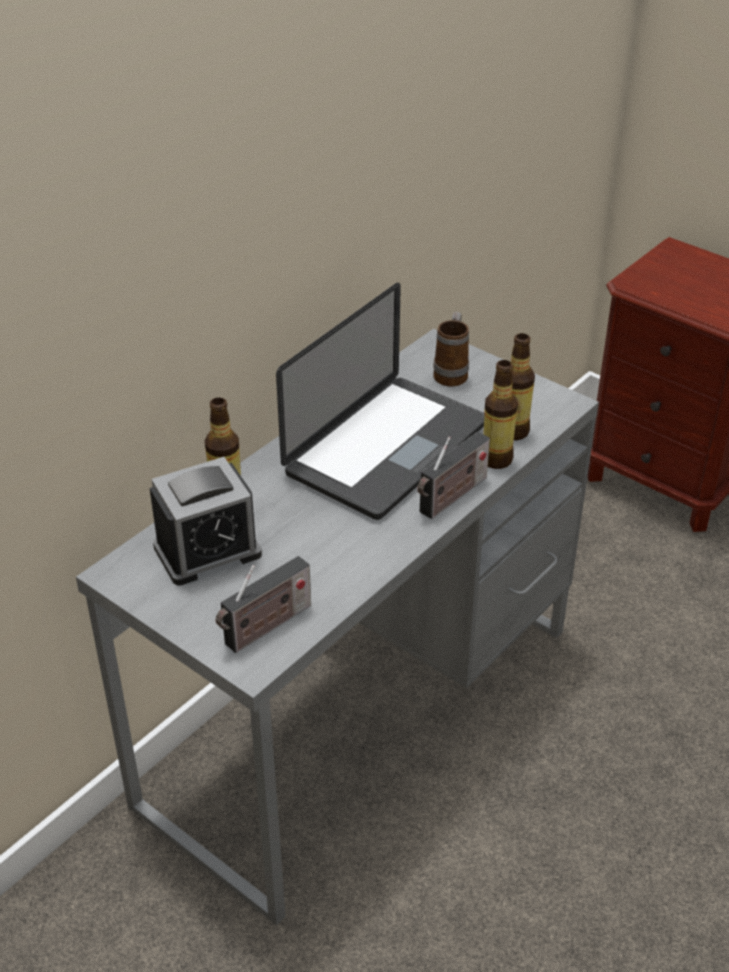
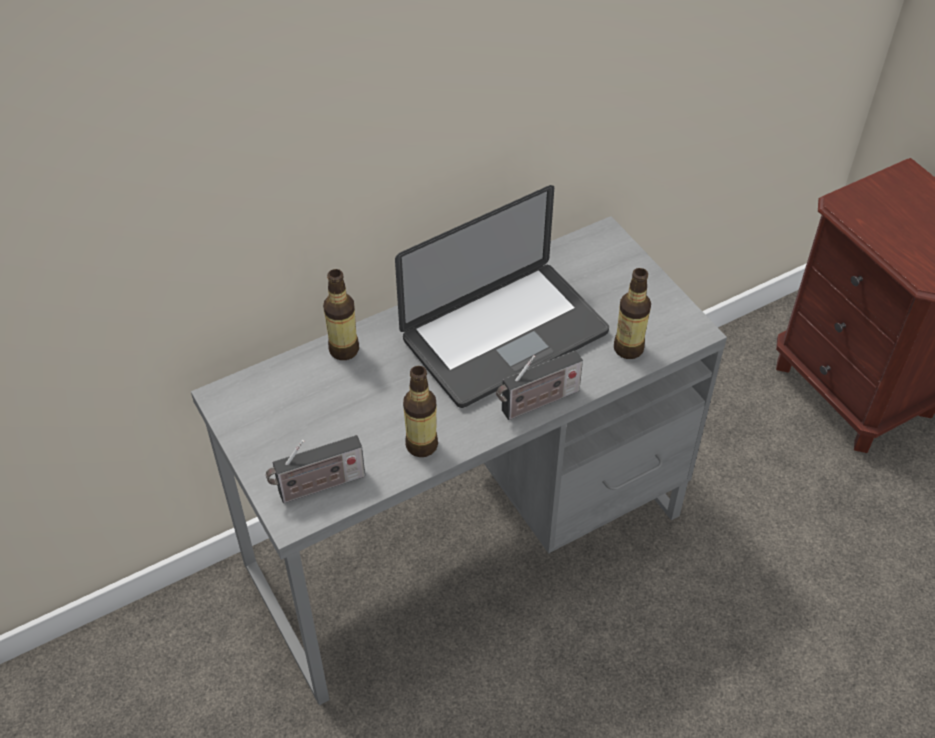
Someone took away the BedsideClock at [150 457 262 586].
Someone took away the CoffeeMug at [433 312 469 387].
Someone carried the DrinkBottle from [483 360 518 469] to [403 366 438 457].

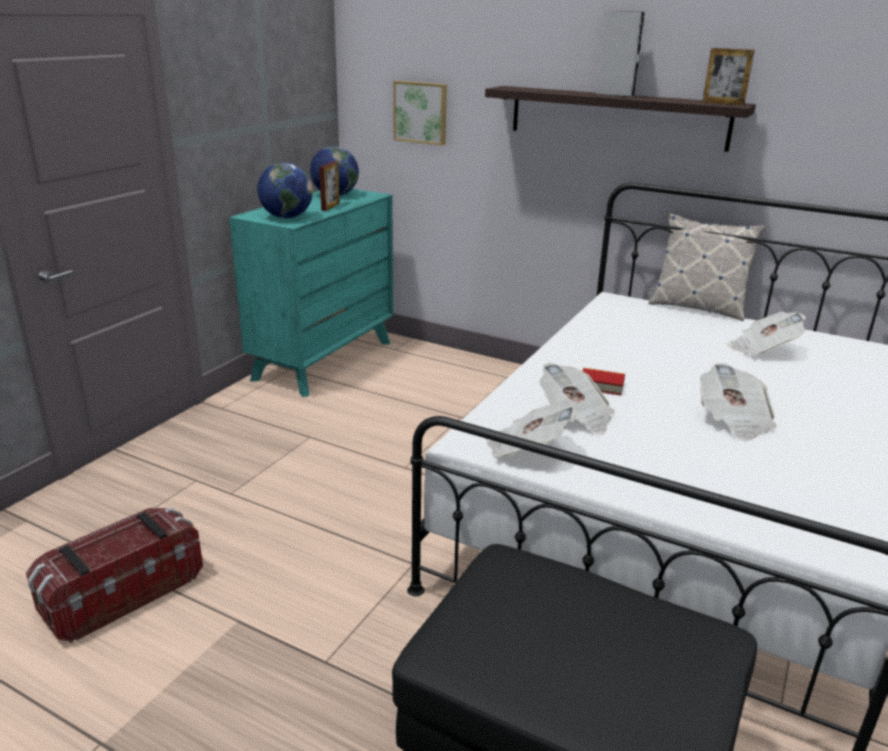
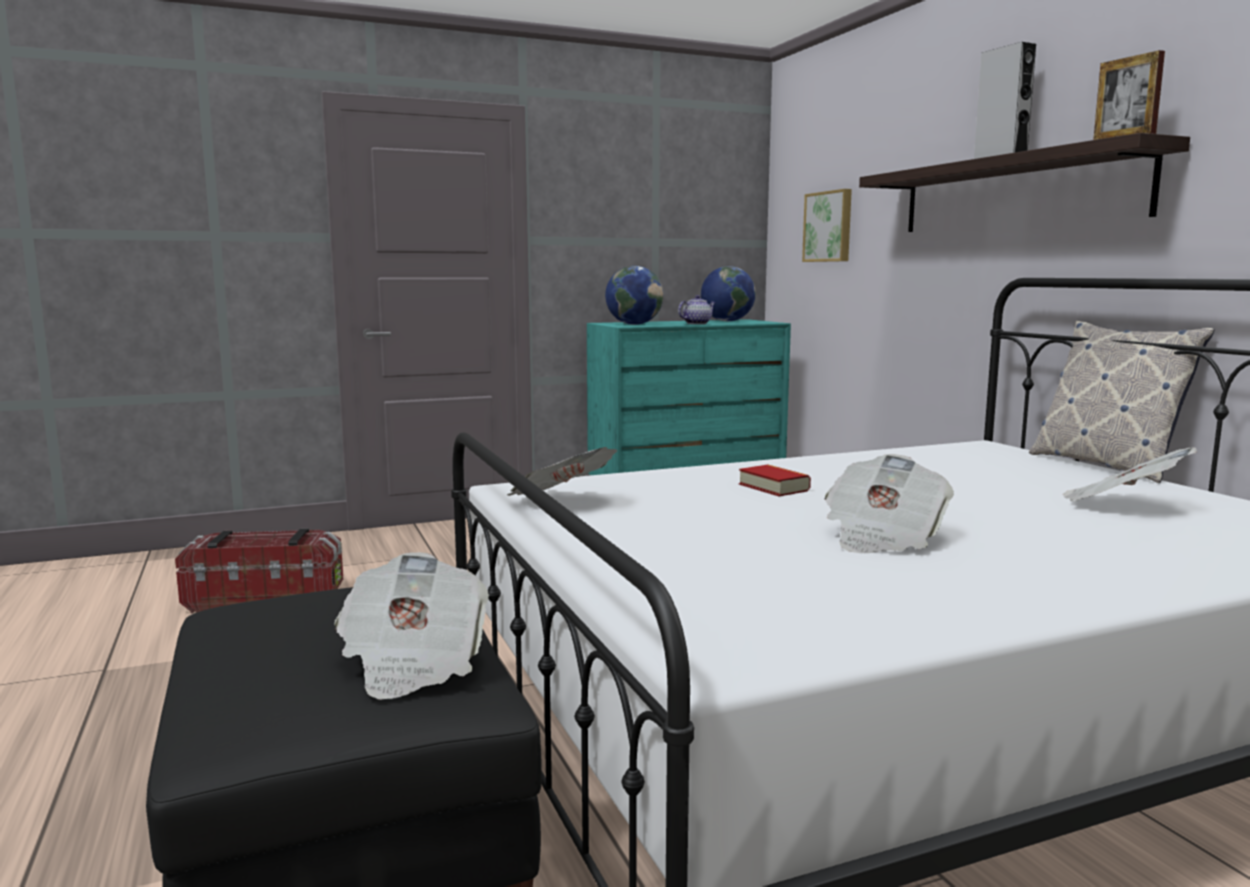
Someone carried the Newspaper from [539 363 614 435] to [334 552 489 700].
Someone swapped the PictureFrame at [319 161 340 211] for the Teapot at [678 295 716 324].

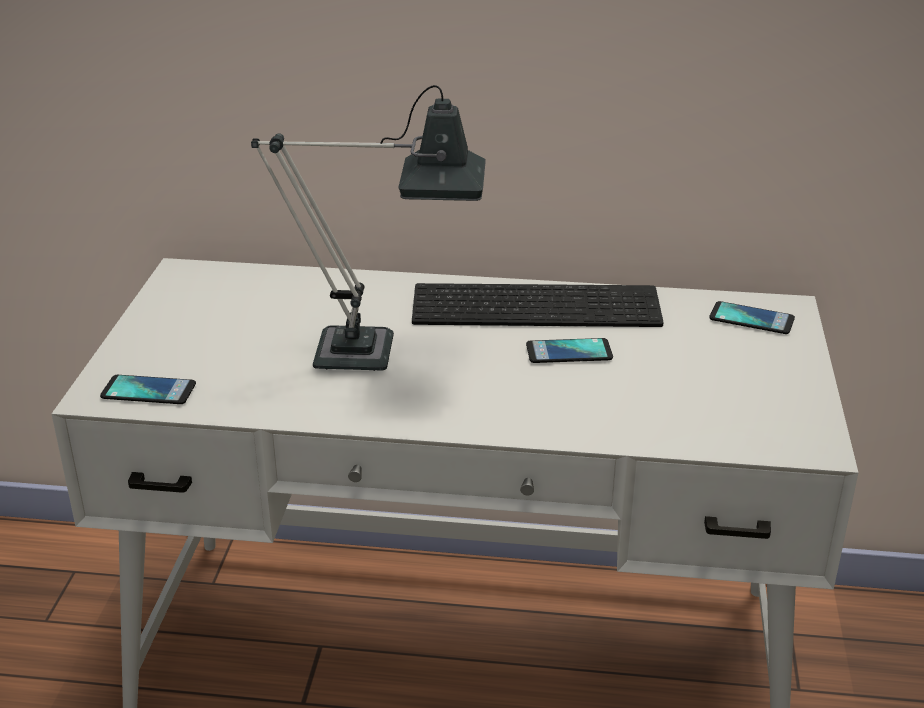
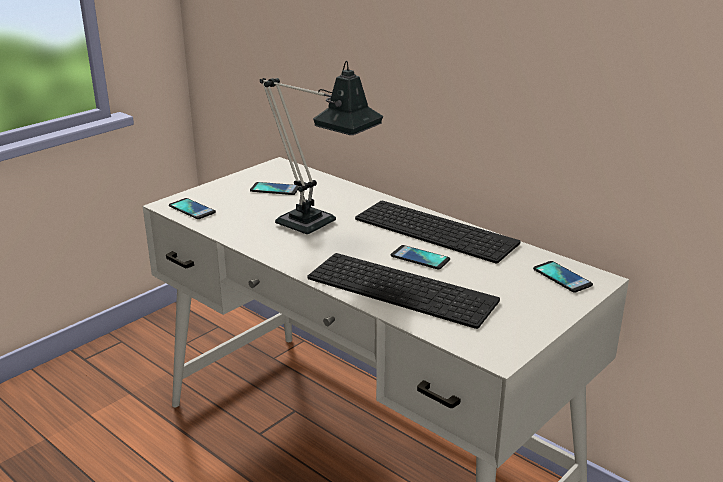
Someone put down the Handset at [250 182 298 195].
Someone put down the ComputerKeyboard at [308 253 500 329].

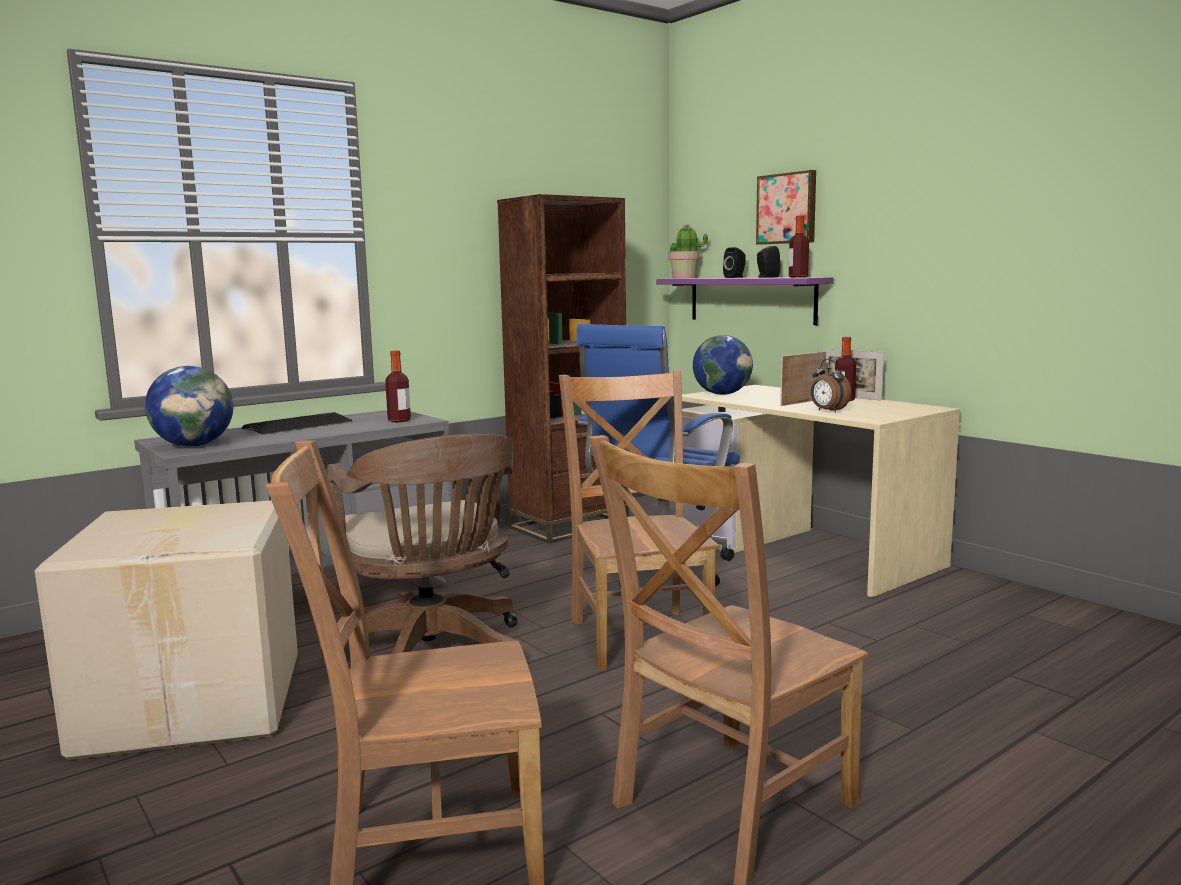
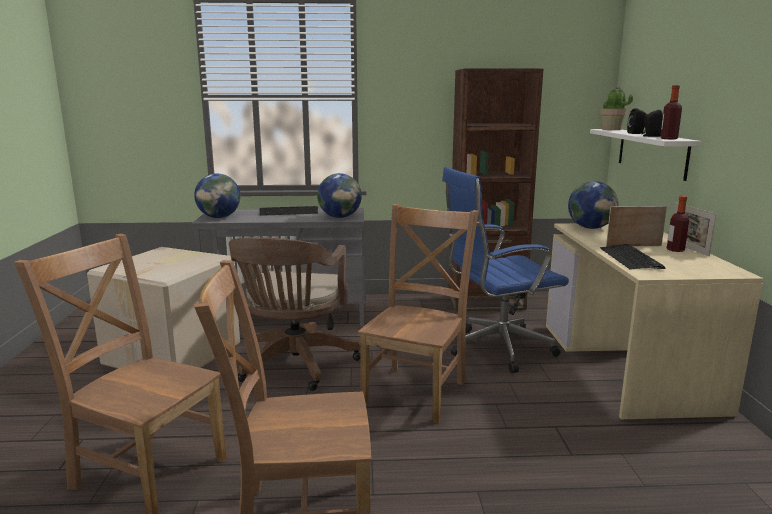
Someone took away the Picture at [756 170 816 245].
Someone swapped the DrinkBottle at [385 351 411 422] for the WorldGlobe at [317 173 362 218].
Someone swapped the BedsideClock at [811 359 851 413] for the ComputerKeyboard at [600 244 665 270].
Someone repainted the PurplishBracketShelf at [656 277 833 325], which became the WhiteColouredBracketShelf at [590 129 701 181].

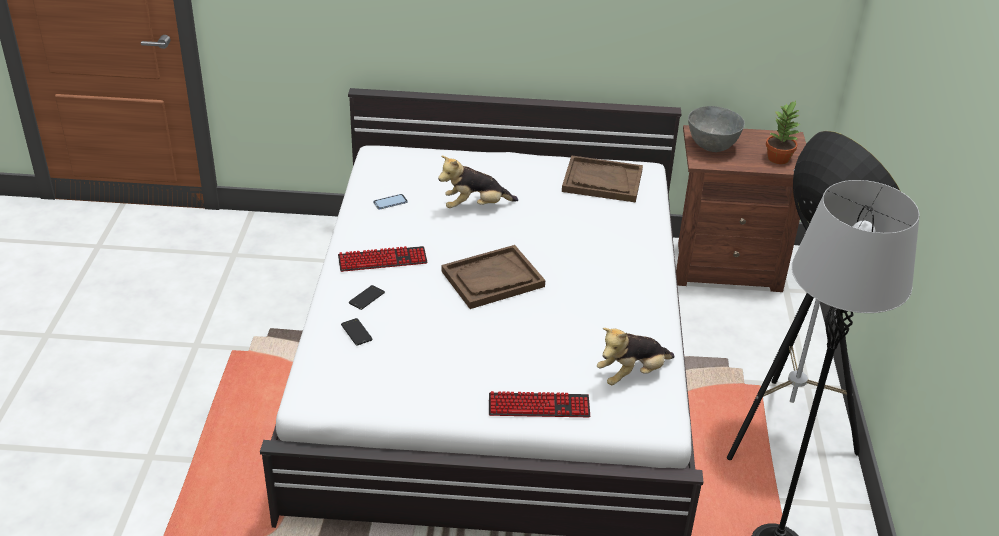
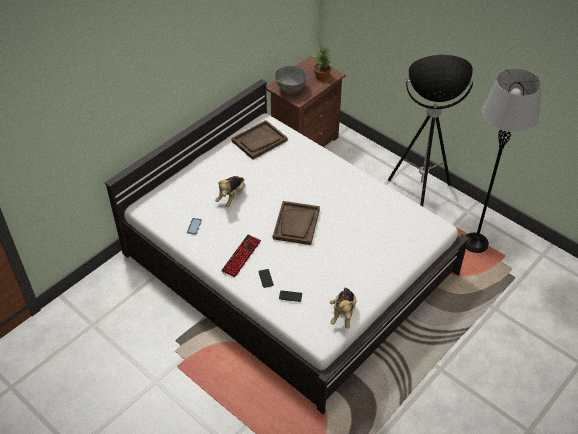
Someone took away the ComputerKeyboard at [489 391 590 417].
Someone carried the CuddlyToy from [597 328 675 385] to [330 288 356 329].

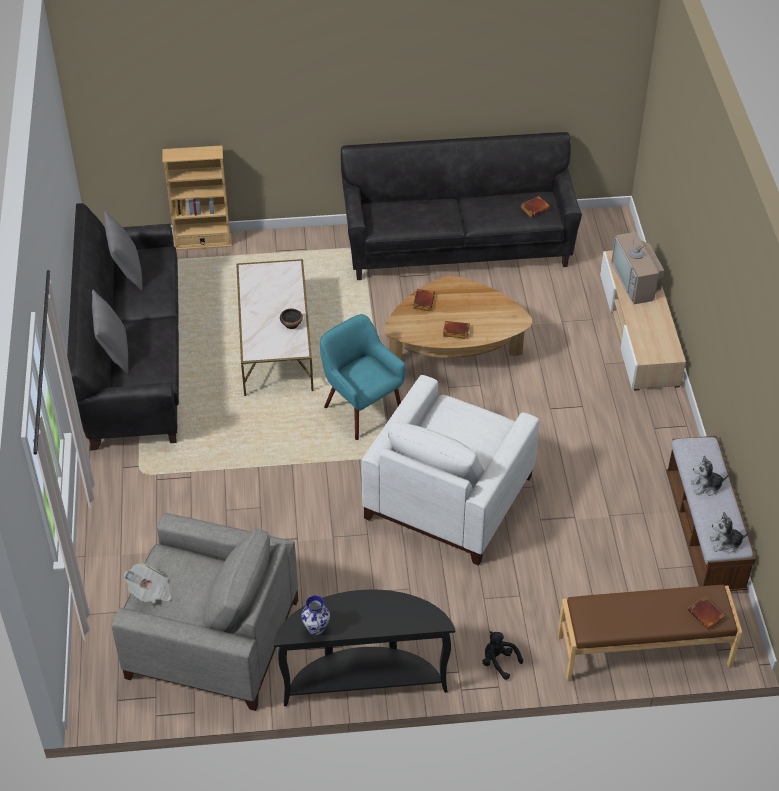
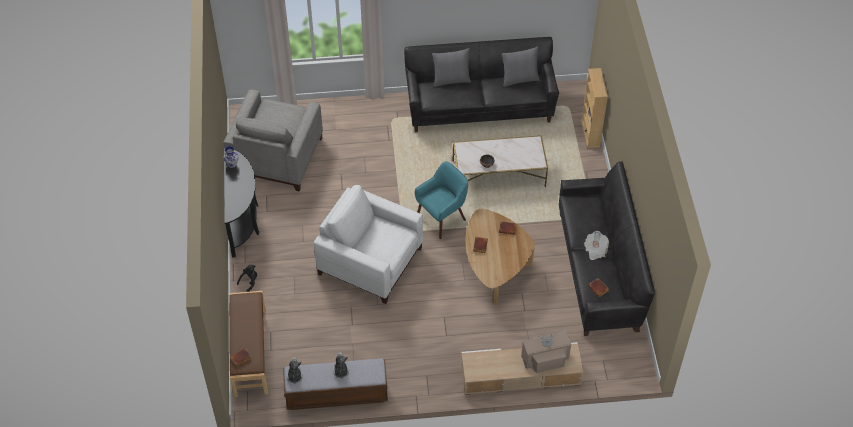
Someone carried the Newspaper from [124 563 171 603] to [584 231 609 260].

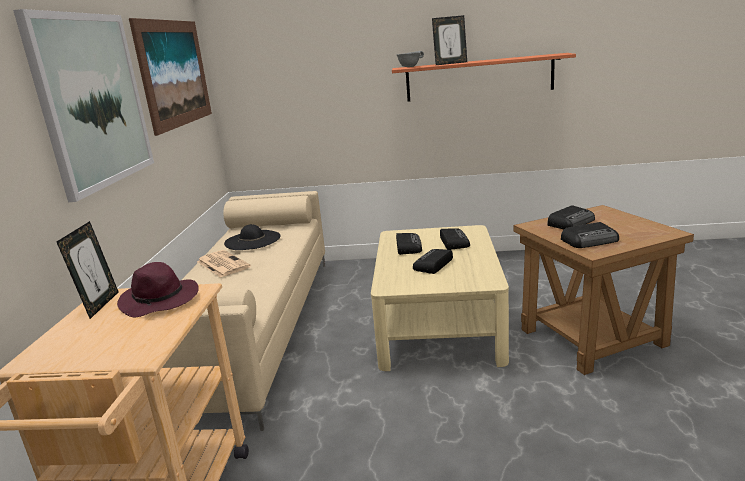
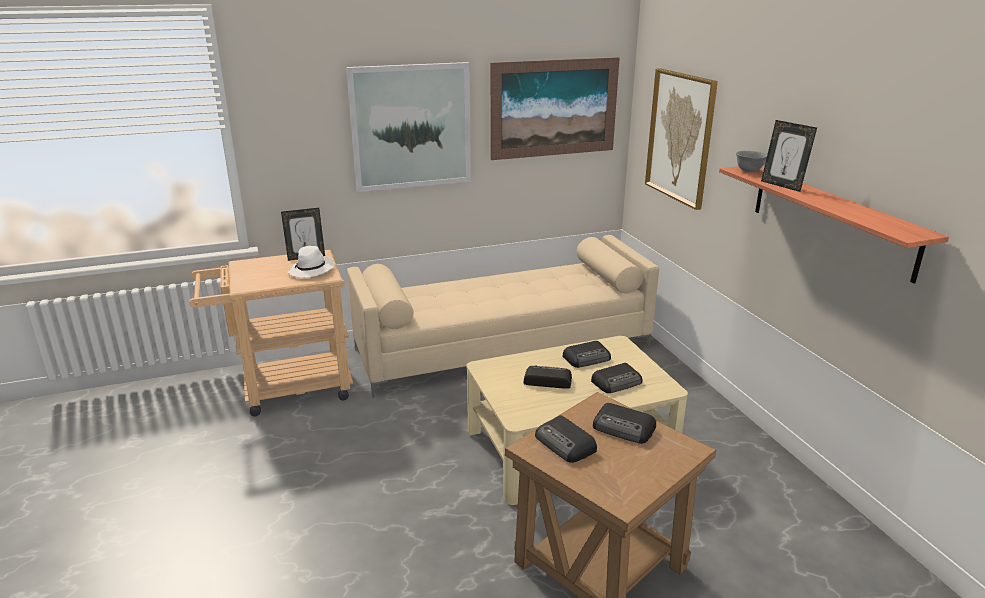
Someone took away the Newspaper at [197 250 251 278].
Someone took away the BlackWearableHat at [224 224 281 250].
Someone put up the Picture at [645 68 718 210].
Someone repainted the PurplishWearableHat at [117 262 199 317], which became the WhiteColouredWearableHat at [288 246 334 278].

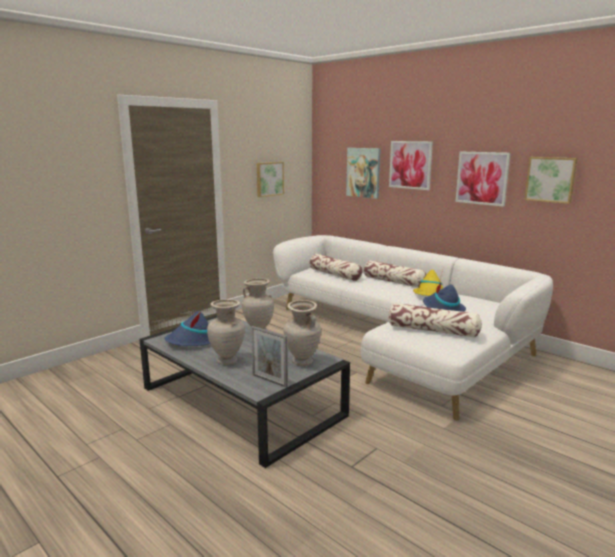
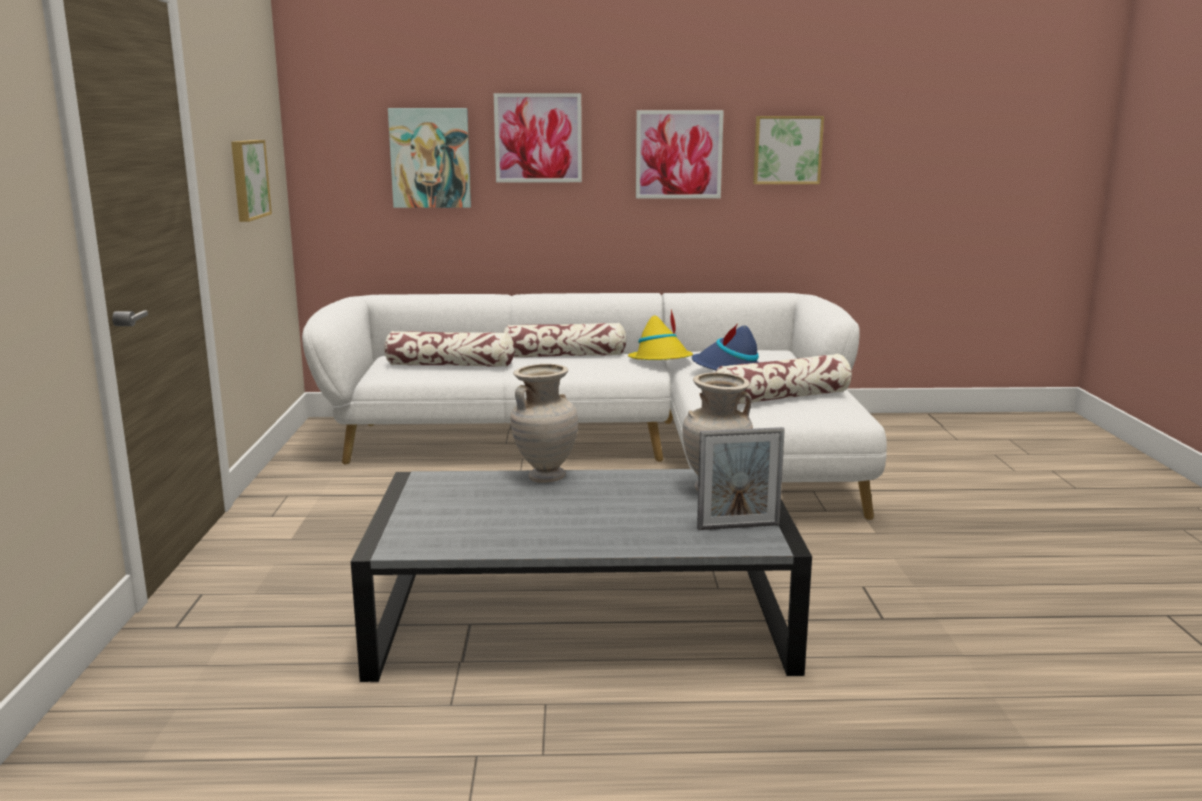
Someone took away the BluishWearableHat at [165 311 210 346].
Someone took away the SandColouredVase at [207 299 245 365].

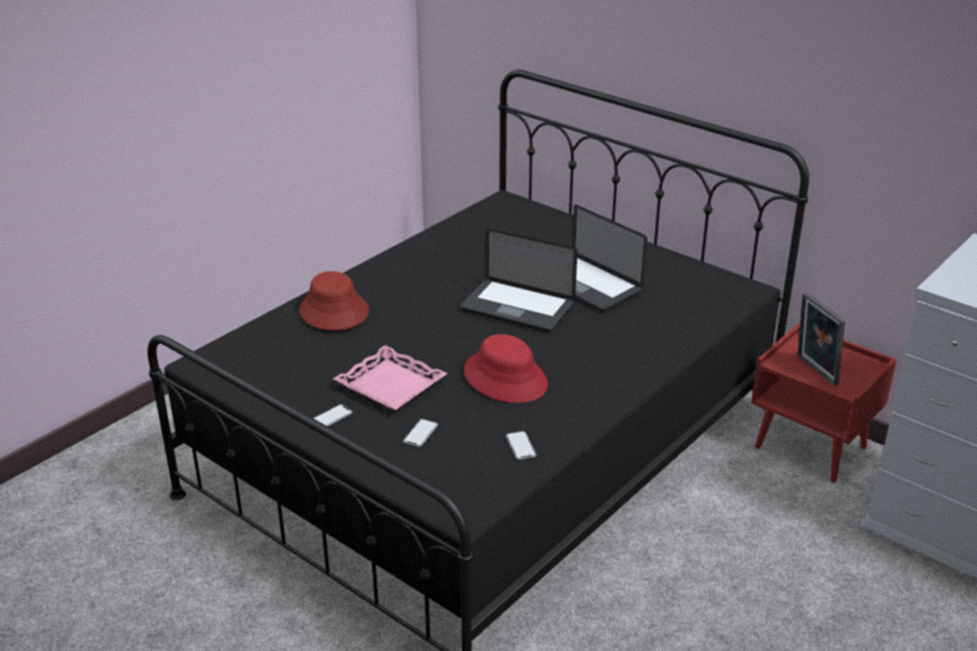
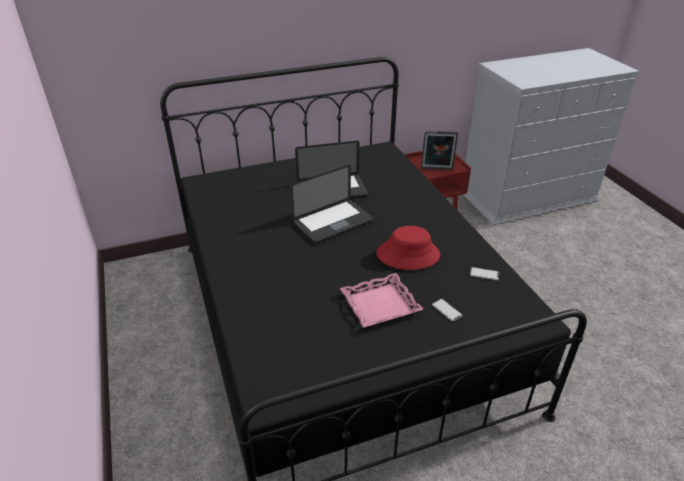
Someone took away the RedWearableHat at [299 271 369 330].
Someone took away the Handset at [313 404 353 426].

